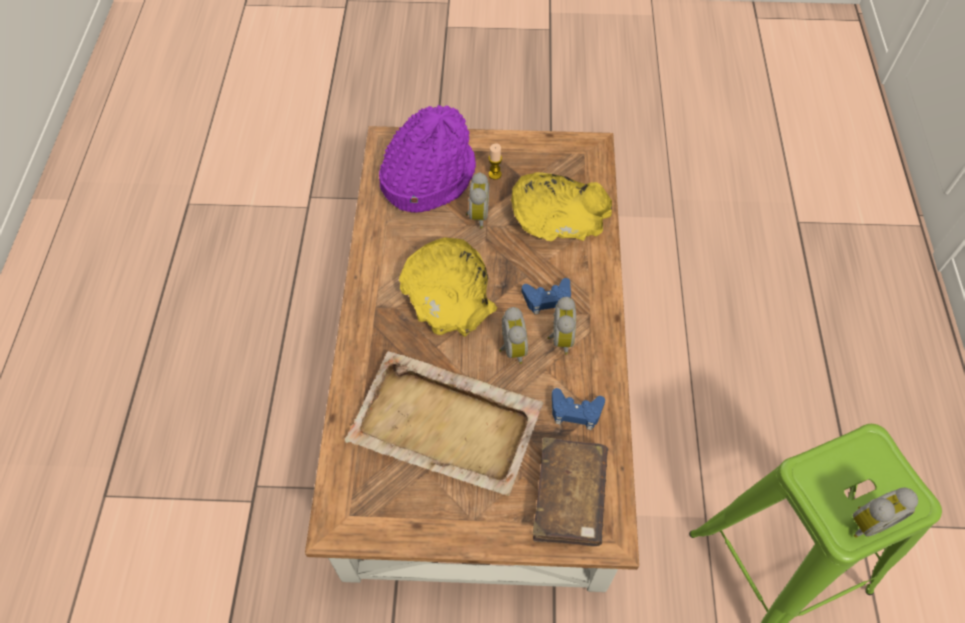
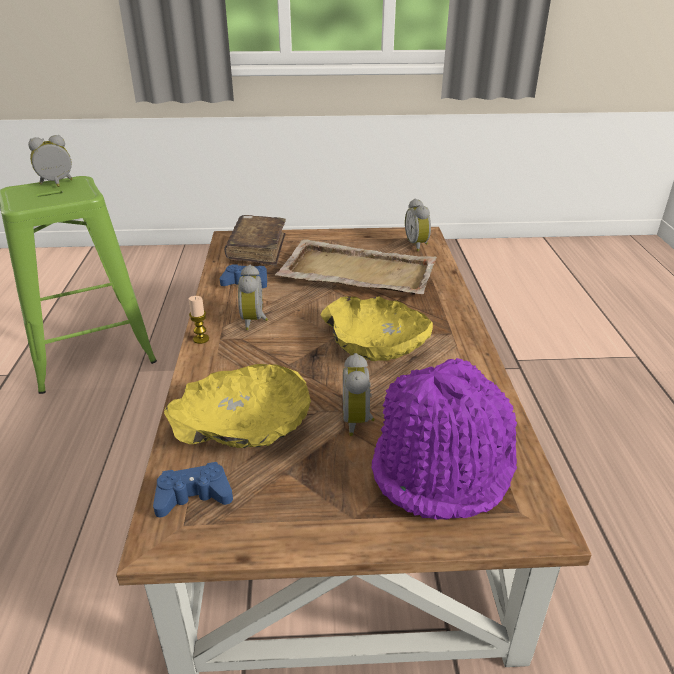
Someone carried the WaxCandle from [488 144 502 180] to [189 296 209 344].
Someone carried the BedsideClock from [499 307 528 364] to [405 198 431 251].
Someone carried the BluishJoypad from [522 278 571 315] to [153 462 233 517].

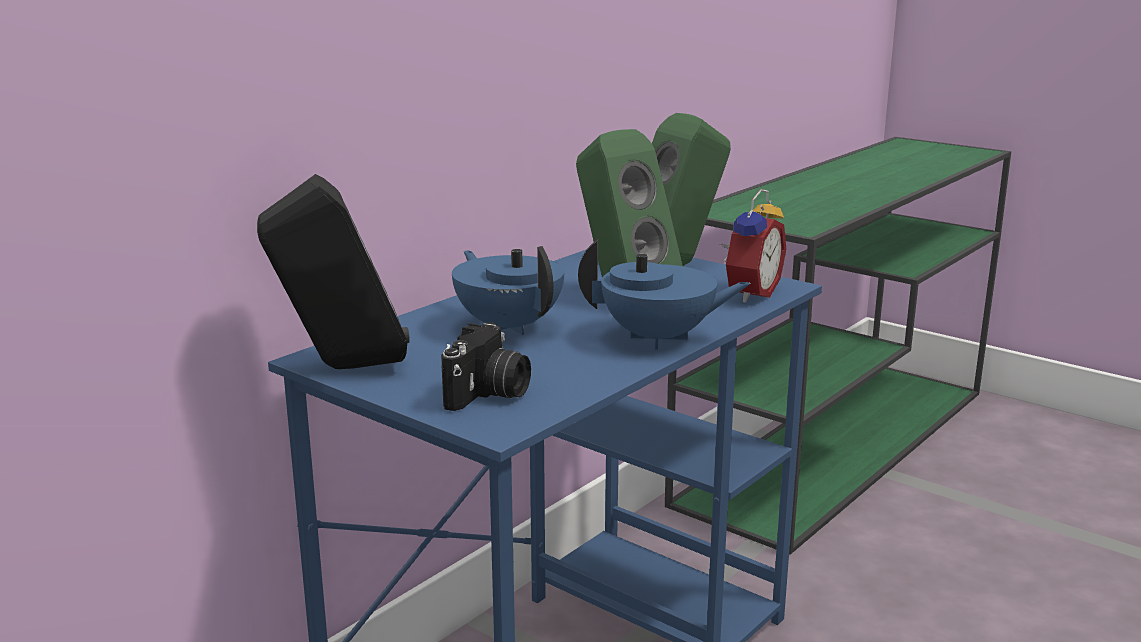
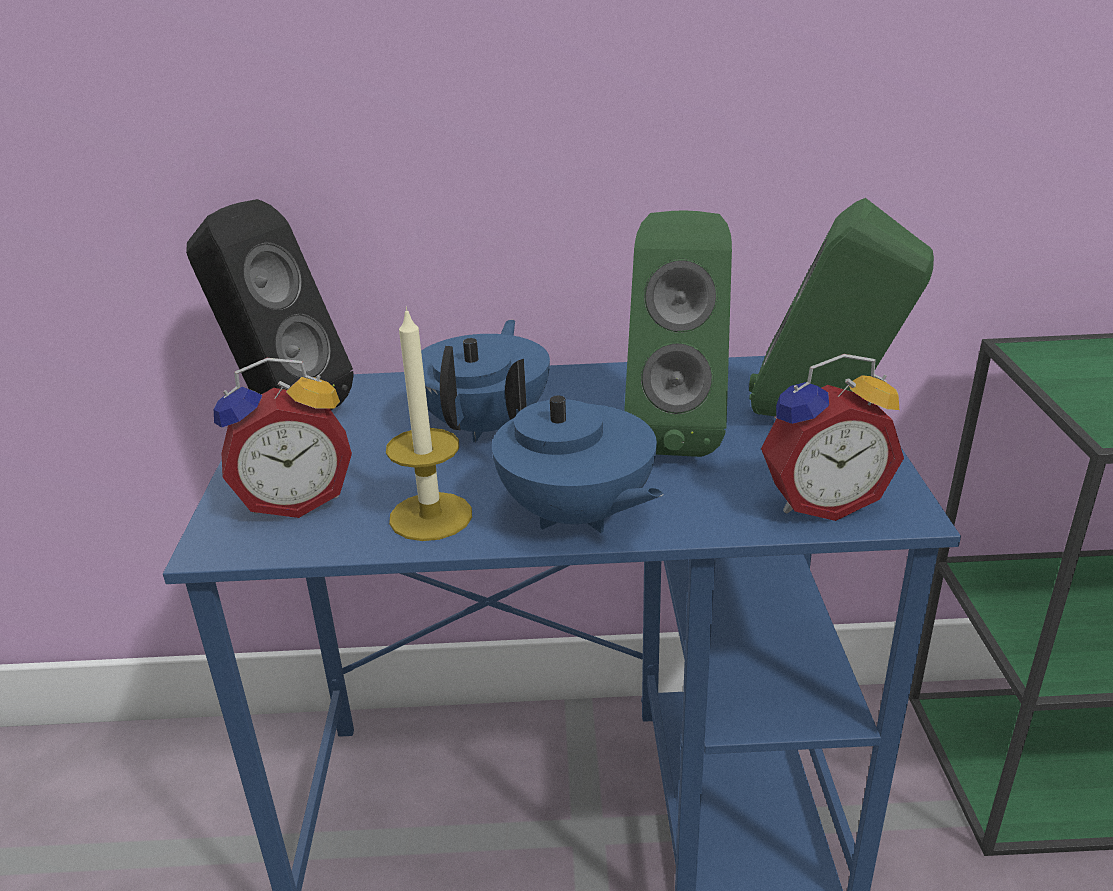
Someone put down the WaxCandle at [386 306 472 541].
Someone swapped the StillCamera at [441 322 531 411] for the BedsideClock at [214 358 352 518].

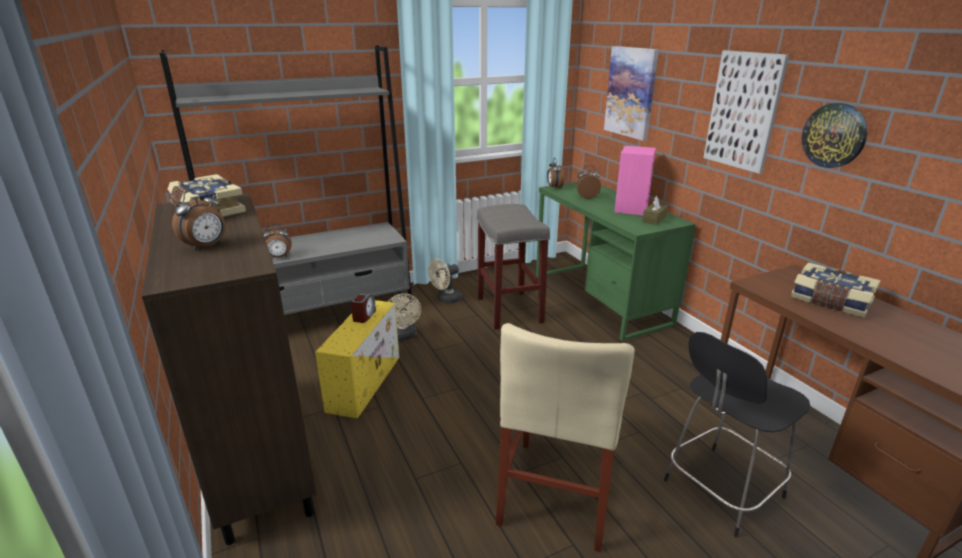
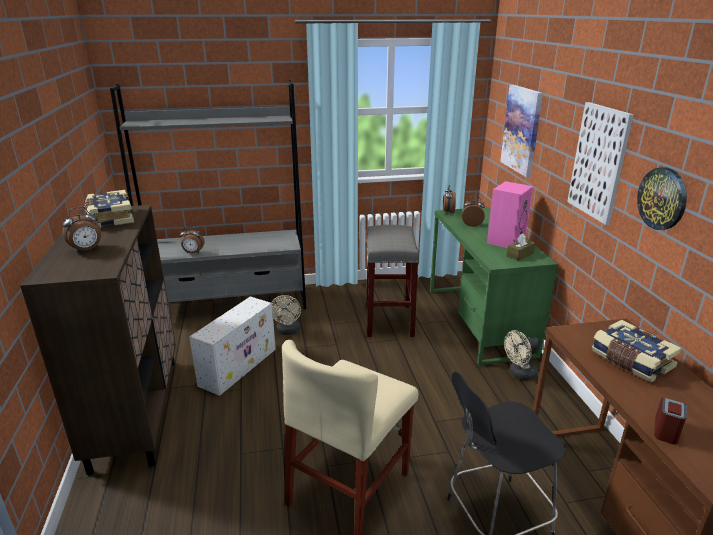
Someone carried the BedsideClock from [351 294 376 323] to [654 397 687 444].
Someone carried the SandColouredElectricFan from [428 259 461 303] to [504 330 540 380].
Someone repainted the YellowishStorageBin at [315 300 399 419], which became the WhiteColouredStorageBin at [189 296 276 396].

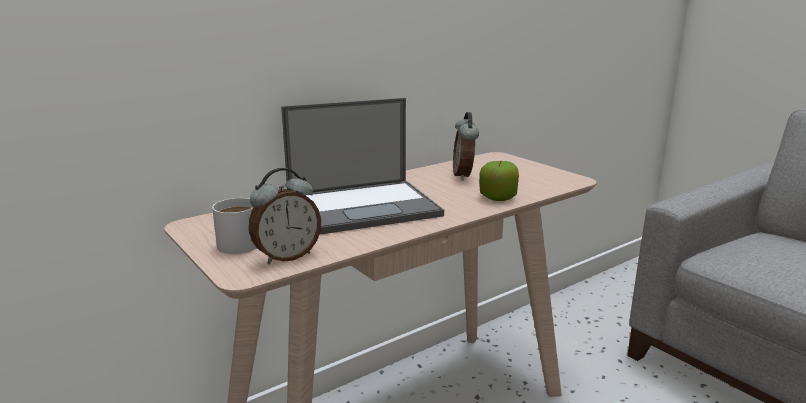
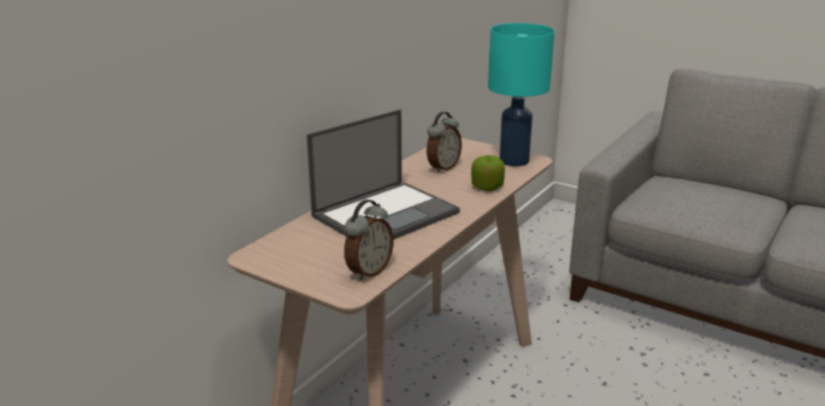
Someone took away the WhiteColouredCoffeeMug at [212 198 257 254].
Someone put down the TurquoiseColouredTableLamp at [488 23 555 166].
Someone rotated the BedsideClock at [453 112 479 181] by 120 degrees counterclockwise.

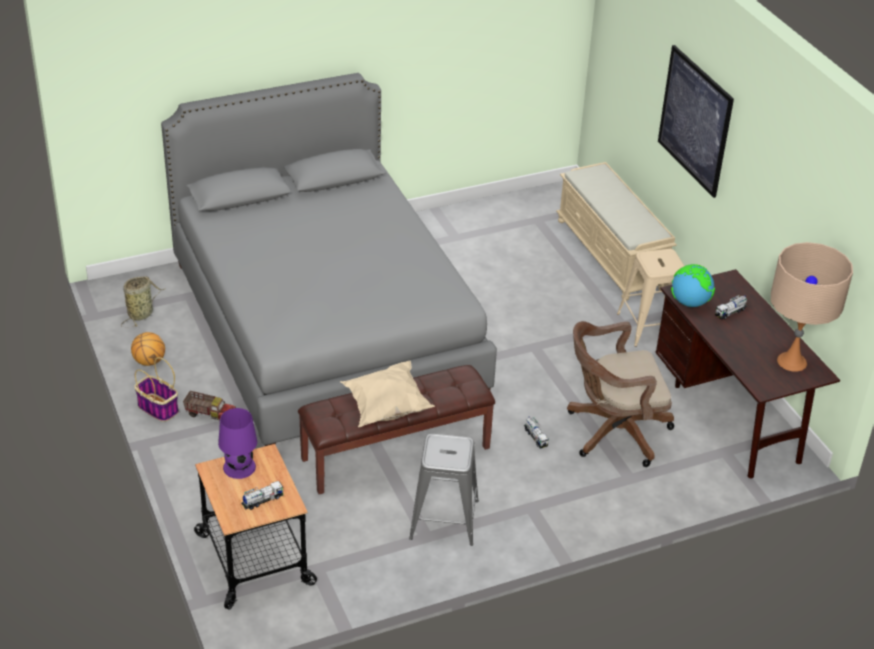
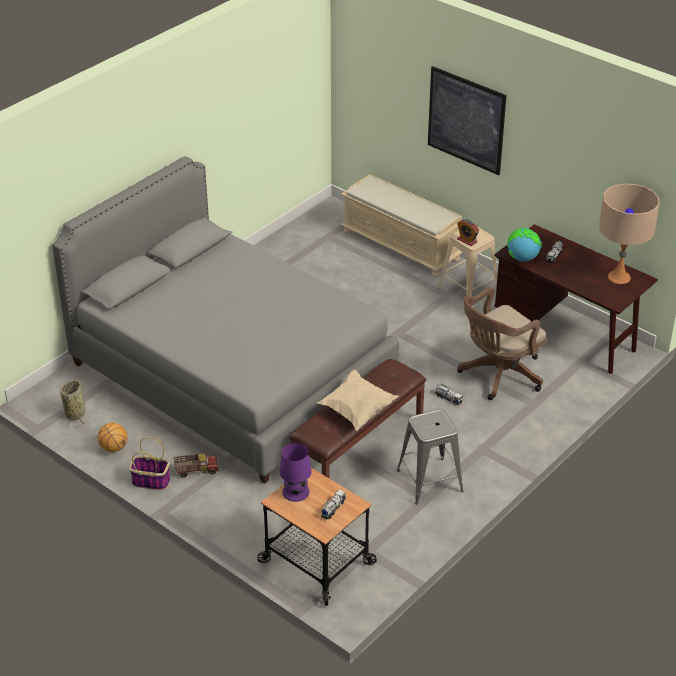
Someone put down the BedsideClock at [457 219 479 246].

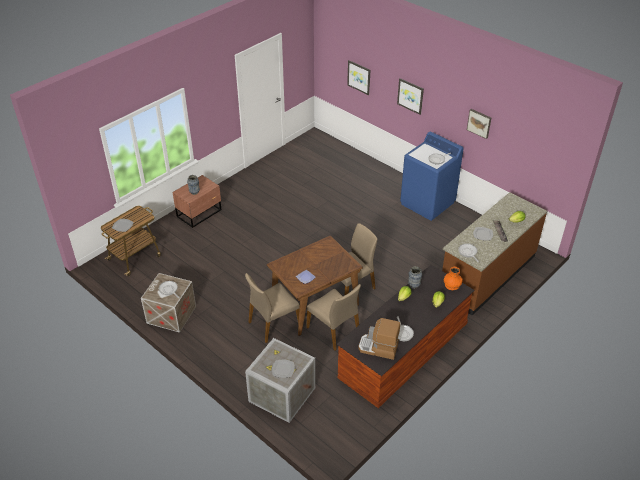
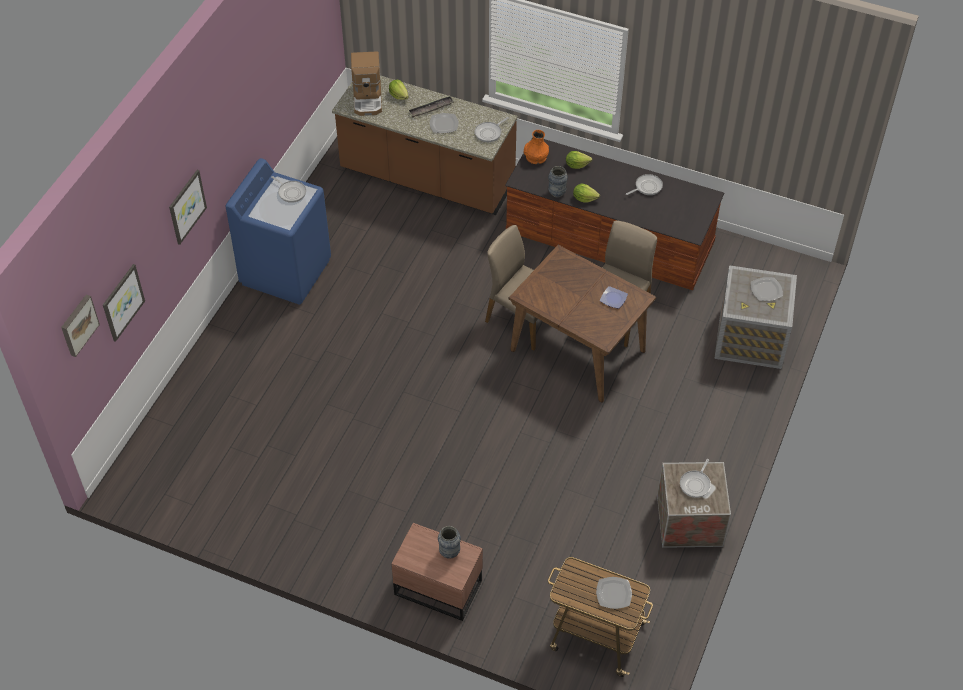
Someone took away the SandColouredChair at [245 273 300 343].
Someone carried the CoffeeBrewer from [358 318 400 360] to [351 51 382 116].
Someone carried the Picture from [467 109 491 139] to [61 295 100 357].

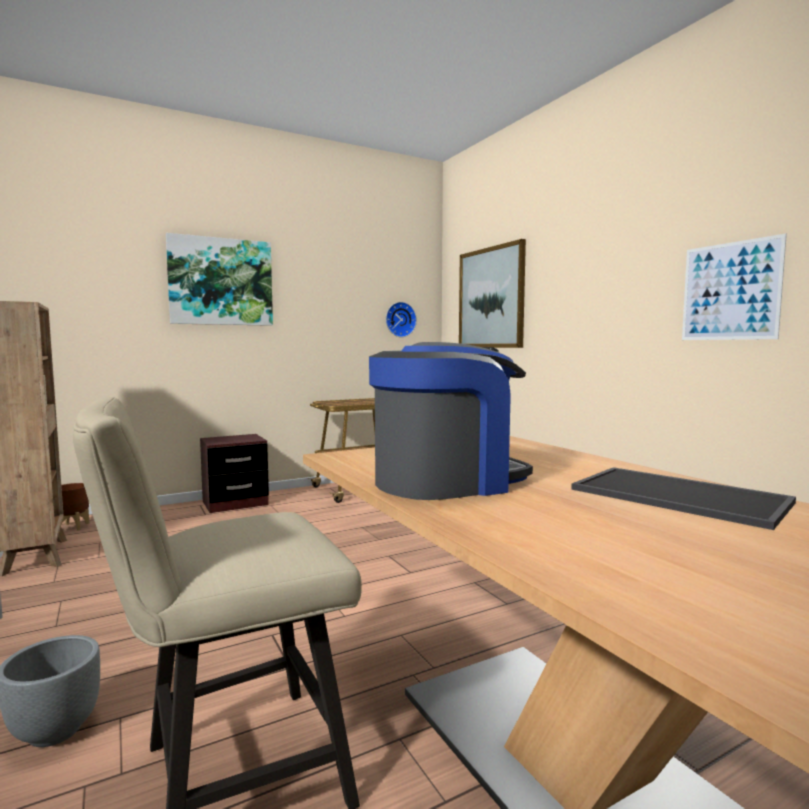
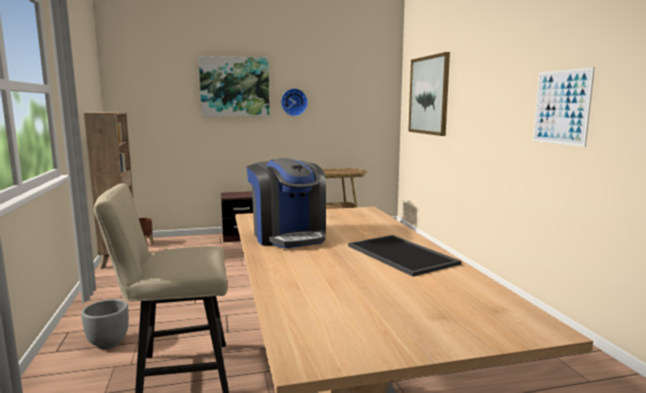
Someone carried the HangingClock from [386 302 417 337] to [281 88 308 116].
Someone rotated the CoffeeBrewer at [369 342 533 500] by 75 degrees clockwise.

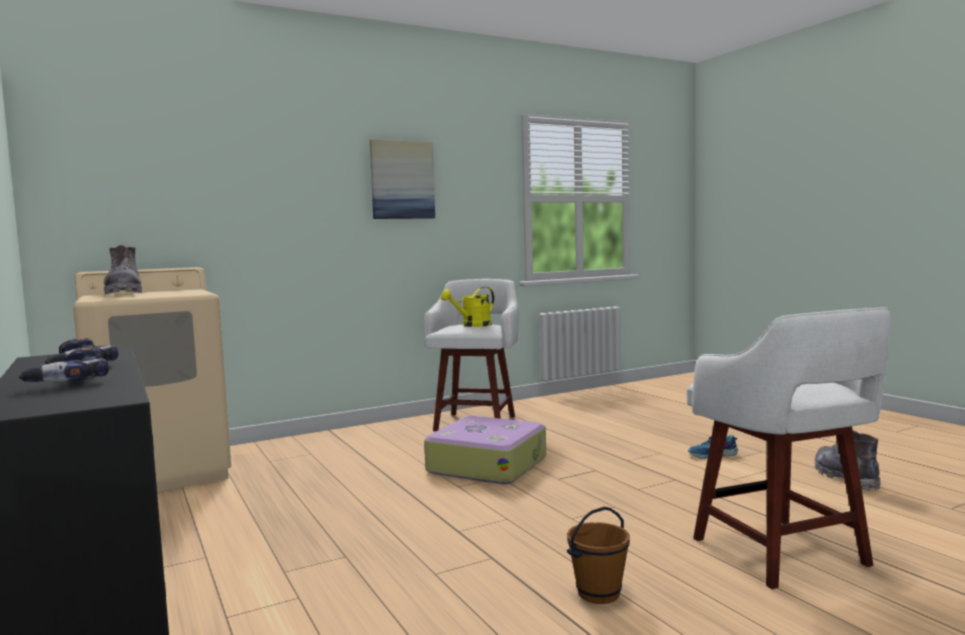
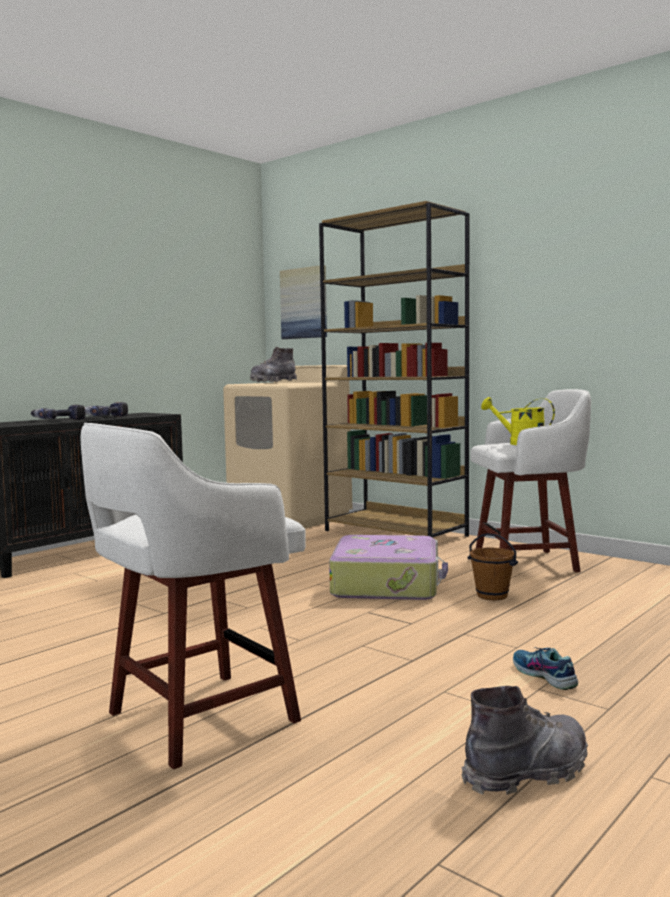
Someone put down the BrownColouredBookcase at [319 201 469 538].
Someone carried the Picture from [370 139 435 219] to [280 265 327 339].
Someone carried the BrownColouredBucket from [567 507 630 604] to [467 533 518 600].

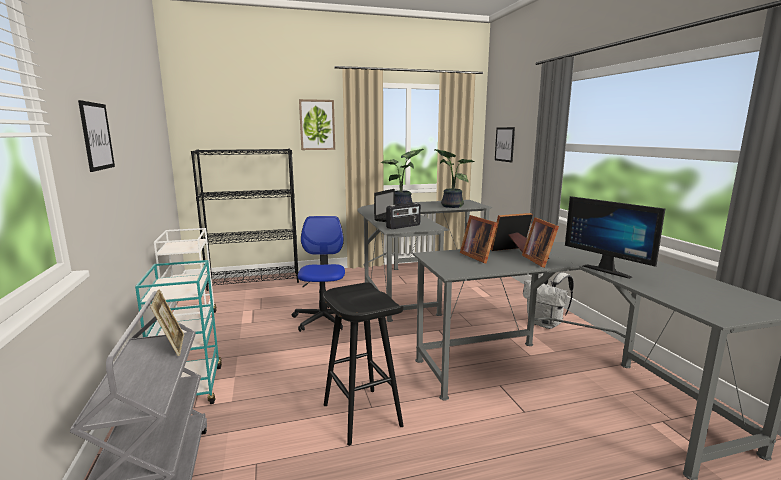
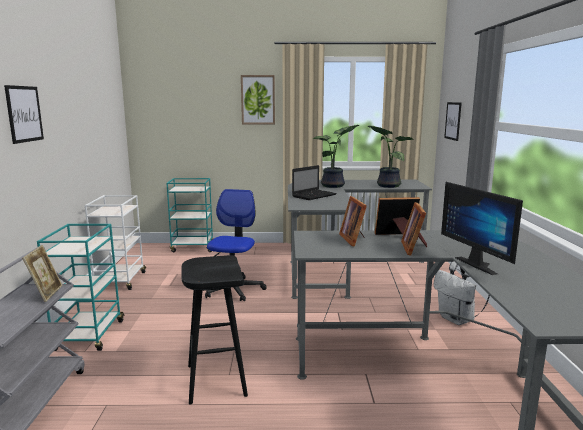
Someone took away the RadioReceiver at [386 202 421 229].
Someone swapped the BlackBookcase at [191 149 299 291] for the TurquoiseColouredWheeledCart at [167 178 214 252].

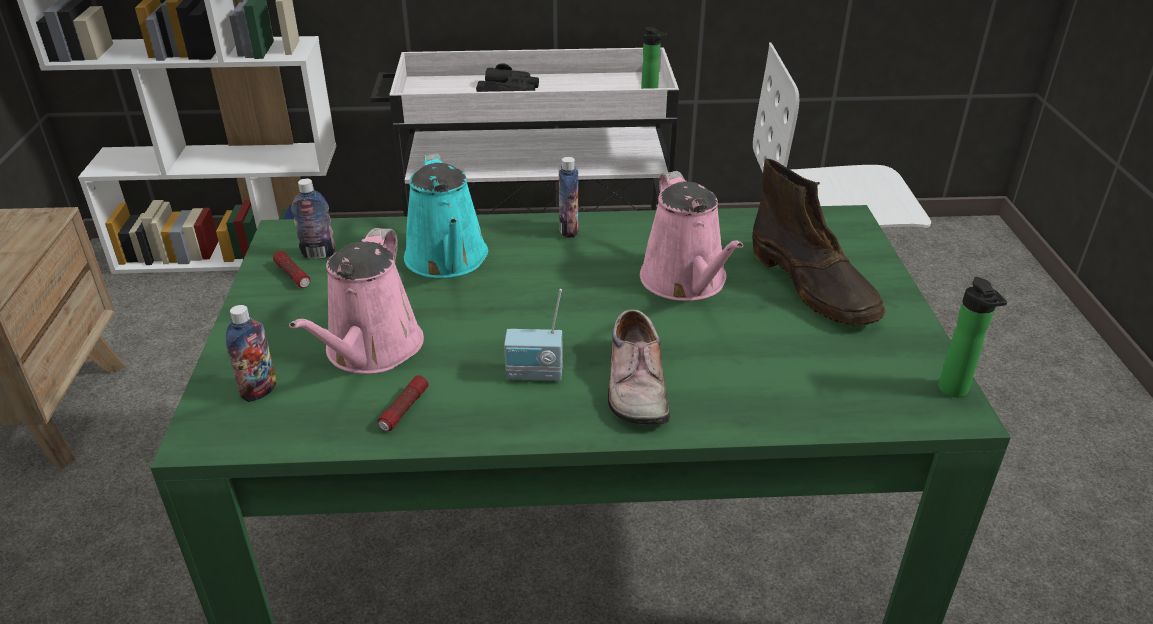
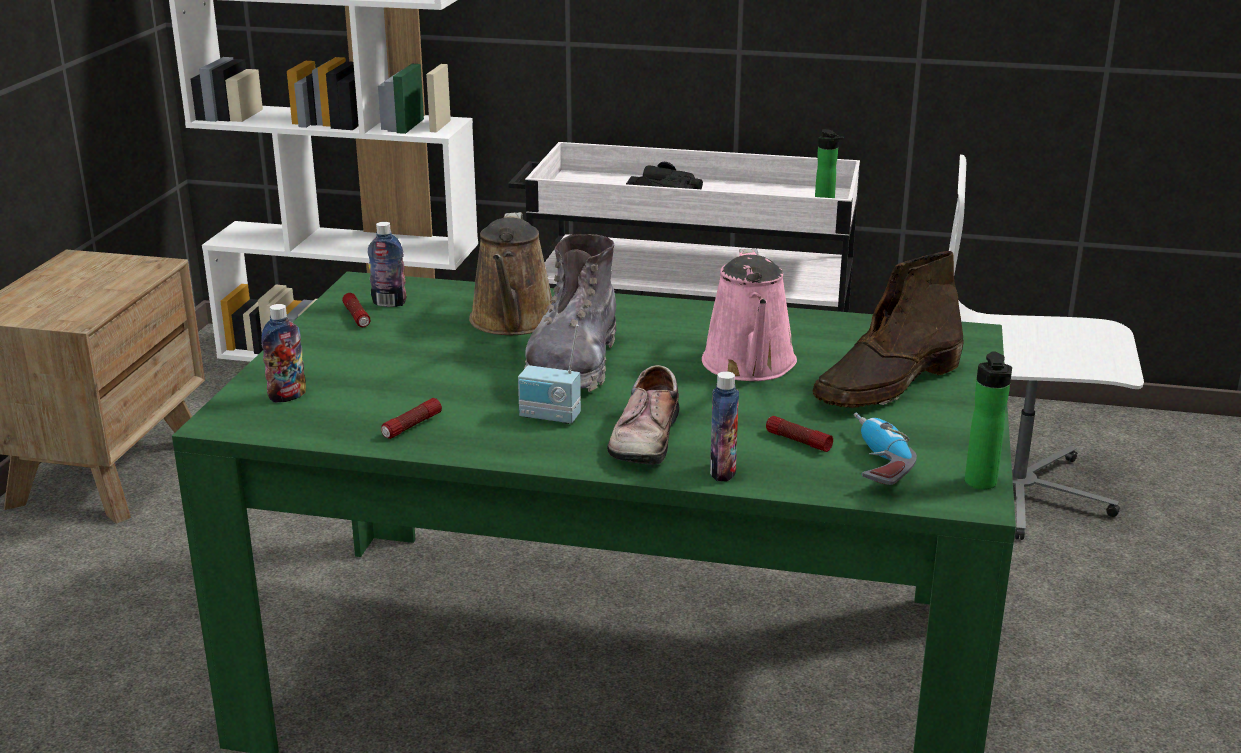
Someone took away the PinkColouredWateringCan at [289 228 424 374].
Someone put down the GreyHighTopBoot at [524 234 616 392].
Someone put down the Torch at [766 416 833 452].
Someone put down the PowerDrill at [854 413 917 485].
Someone carried the DrinkBottle from [559 157 578 238] to [710 371 739 481].
Someone repainted the TurquoiseColouredWateringCan at [404 153 488 278], which became the BrownColouredWateringCan at [469 212 552 335].
Someone rotated the BrownColouredHighTopBoot at [752 159 886 326] by 60 degrees clockwise.

